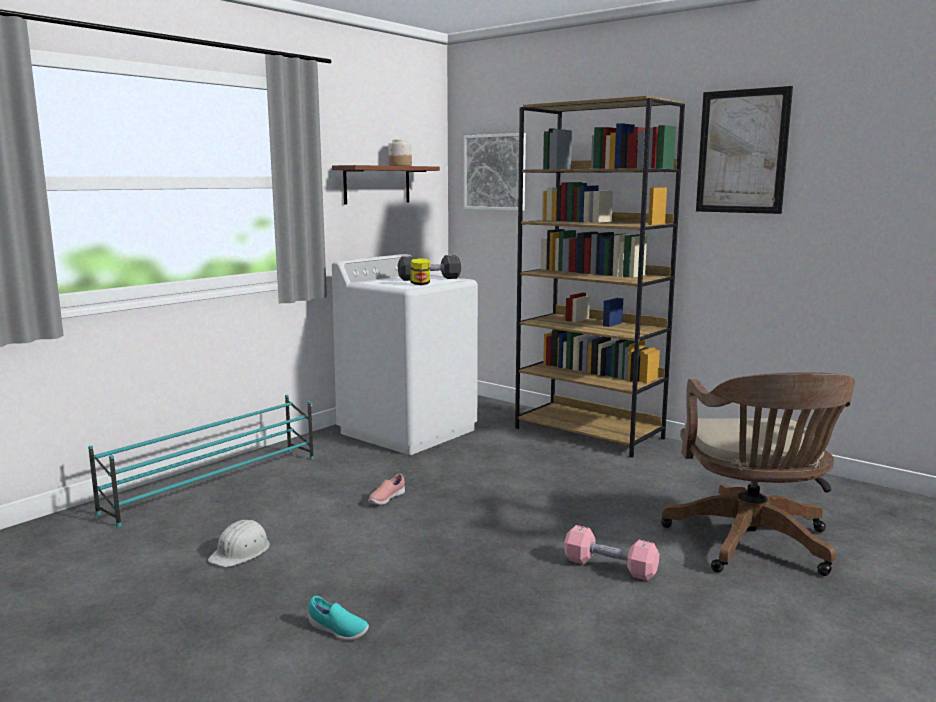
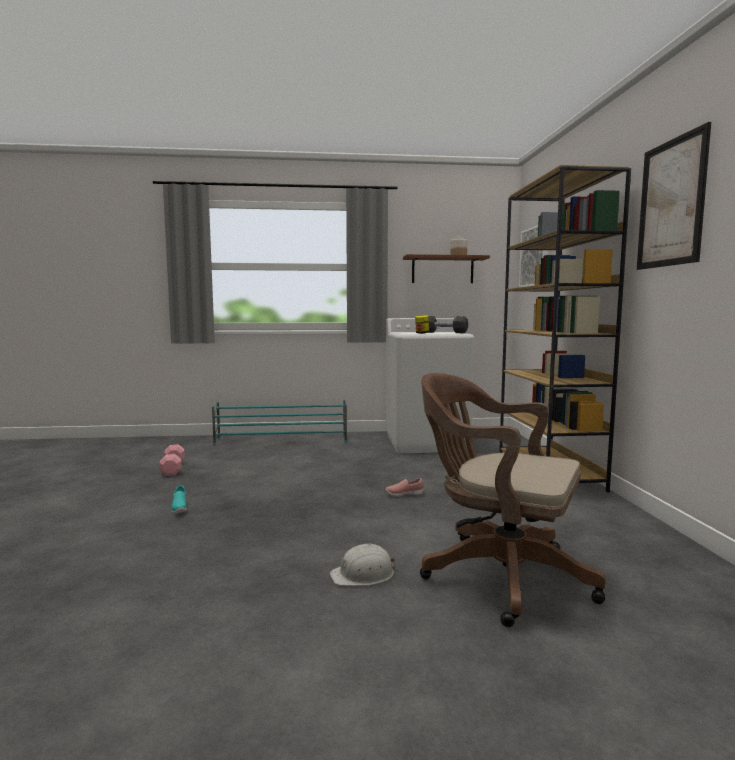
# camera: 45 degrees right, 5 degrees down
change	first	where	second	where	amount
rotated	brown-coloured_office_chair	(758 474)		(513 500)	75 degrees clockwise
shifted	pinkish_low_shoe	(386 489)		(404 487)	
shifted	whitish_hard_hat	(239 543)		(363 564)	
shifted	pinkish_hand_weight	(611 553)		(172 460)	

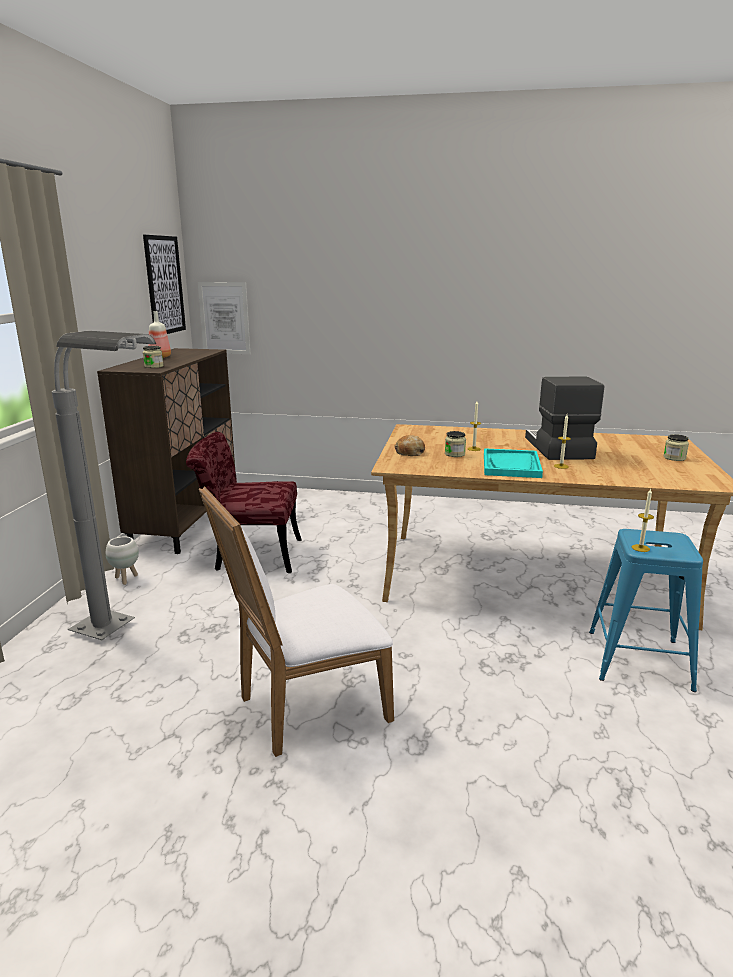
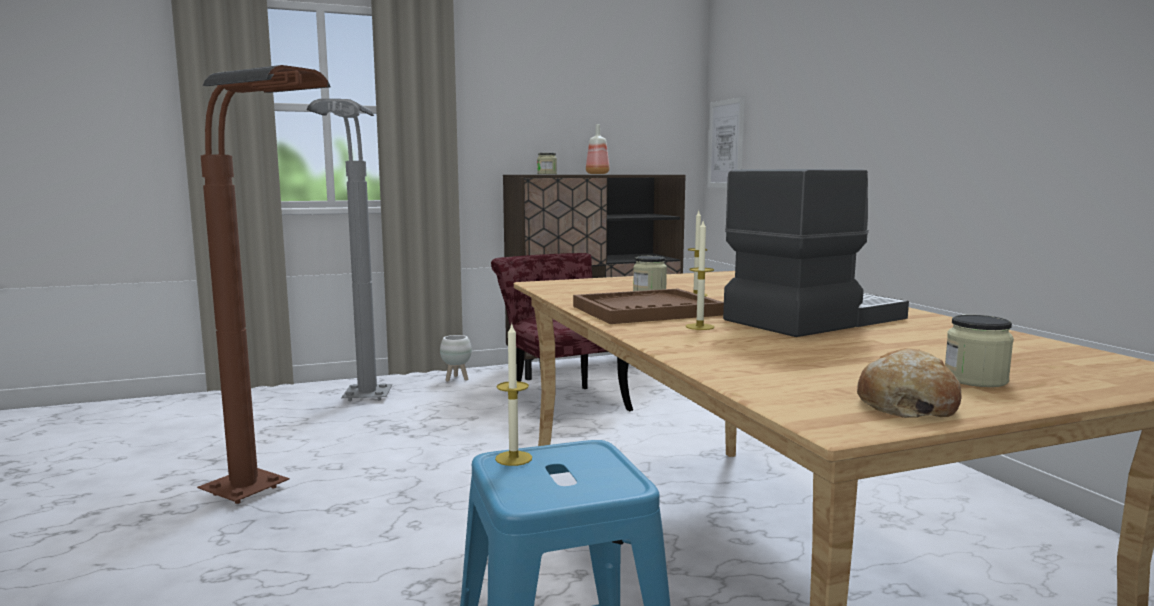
# camera: 60 degrees right, 10 degrees down
change	first	where	second	where	amount
gone	wall_art	(164 284)			
shifted	baked_bread	(409 445)		(909 383)	
repainted	turquoise-coloured_serving_tray	(513 463)	brown-coloured_serving_tray	(648 306)	
swapped	whitish_plain_chair	(296 621)	brown-coloured_standing_lamp	(264 284)	

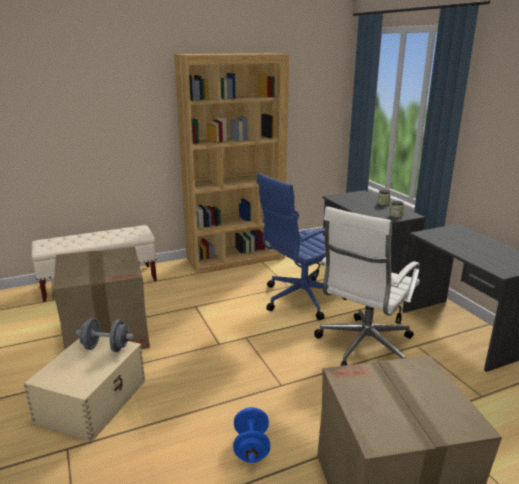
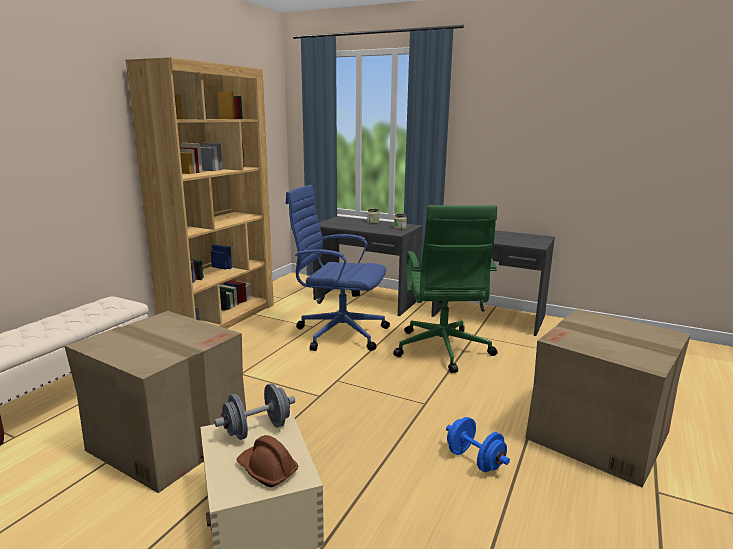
# camera: 40 degrees left, 5 degrees down
change	first	where	second	where	amount
rotated	blue-coloured_office_chair	(301 246)		(337 268)	90 degrees clockwise
repainted	whitish_office_chair	(367 286)	green-coloured_office_chair	(445 289)	
new			brown-coloured_hard_hat	(267 461)	

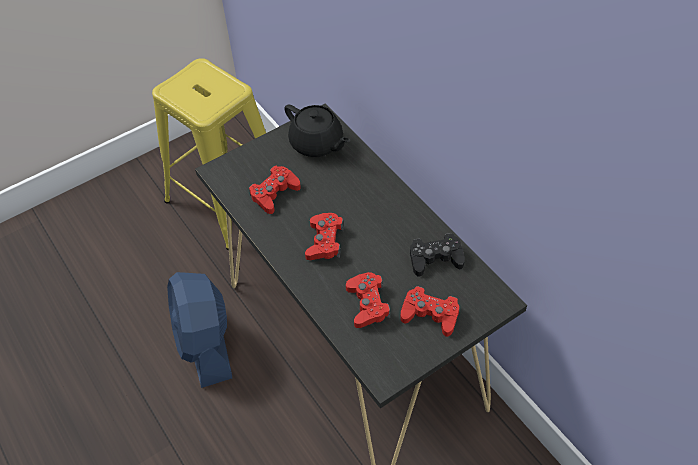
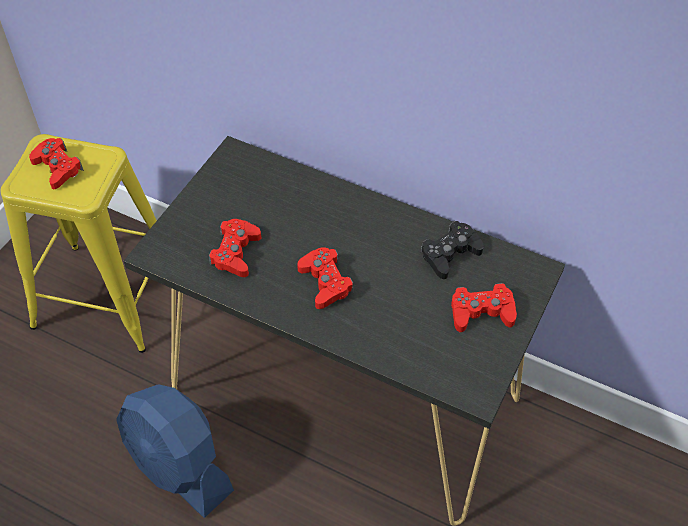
# camera: 30 degrees left, 0 degrees up
change	first	where	second	where	amount
gone	black-coloured_tea_pot	(317 130)			
shifted	red_gamepad	(368 300)		(56 163)	

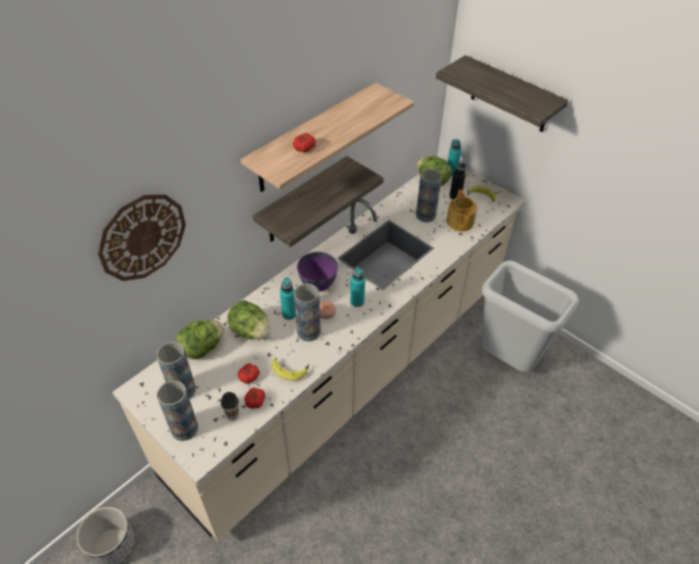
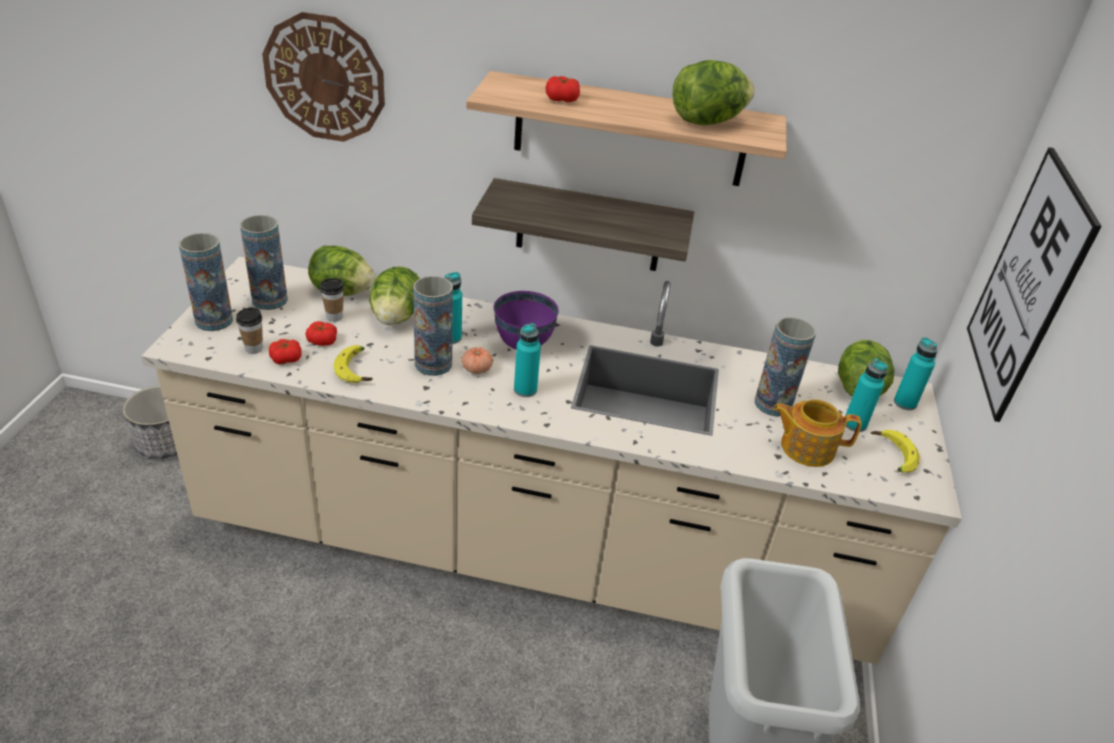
# camera: 55 degrees right, 10 degrees down
change	first	where	second	where	amount
swapped	wall_shelf	(502 93)	wall_art	(1034 284)	
repainted	black-coloured_drink_bottle	(458 181)	turquoise-coloured_drink_bottle	(866 395)	
rotated	tea_pot	(461 210)		(817 433)	135 degrees counterclockwise
new			lettuce	(713 92)	
new			small_cup	(332 300)	

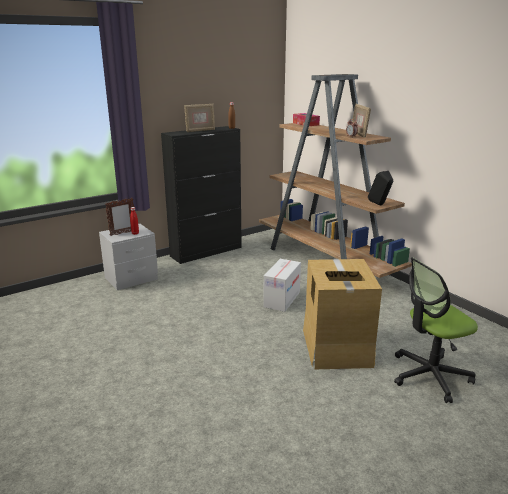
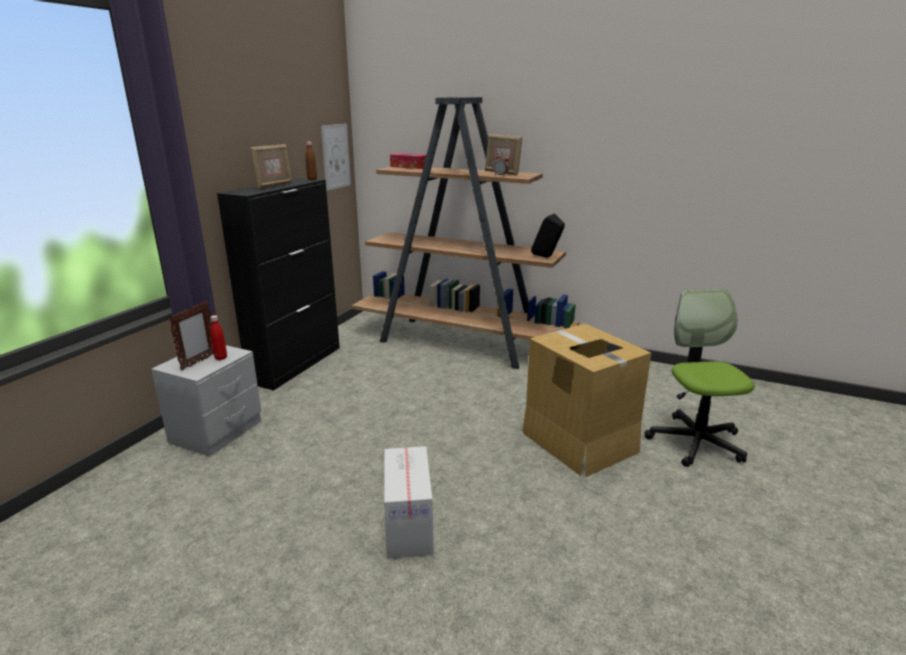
# camera: 30 degrees left, 0 degrees up
change	first	where	second	where	amount
rotated	office_chair	(436 330)		(699 378)	135 degrees clockwise
shifted	cardboard_box	(282 285)		(408 502)	
new			wall_art	(336 157)	

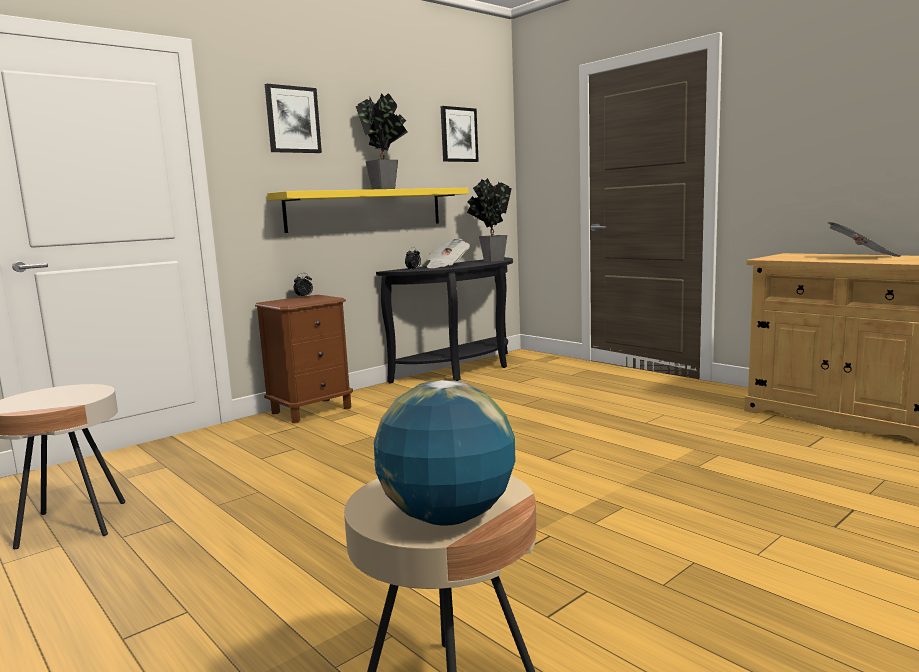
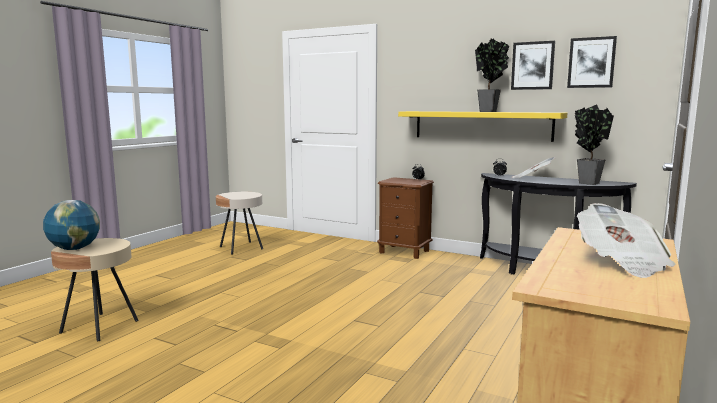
# camera: 70 degrees right, 0 degrees up
change	first	where	second	where	amount
shifted	wall_art	(293 118)		(533 65)	

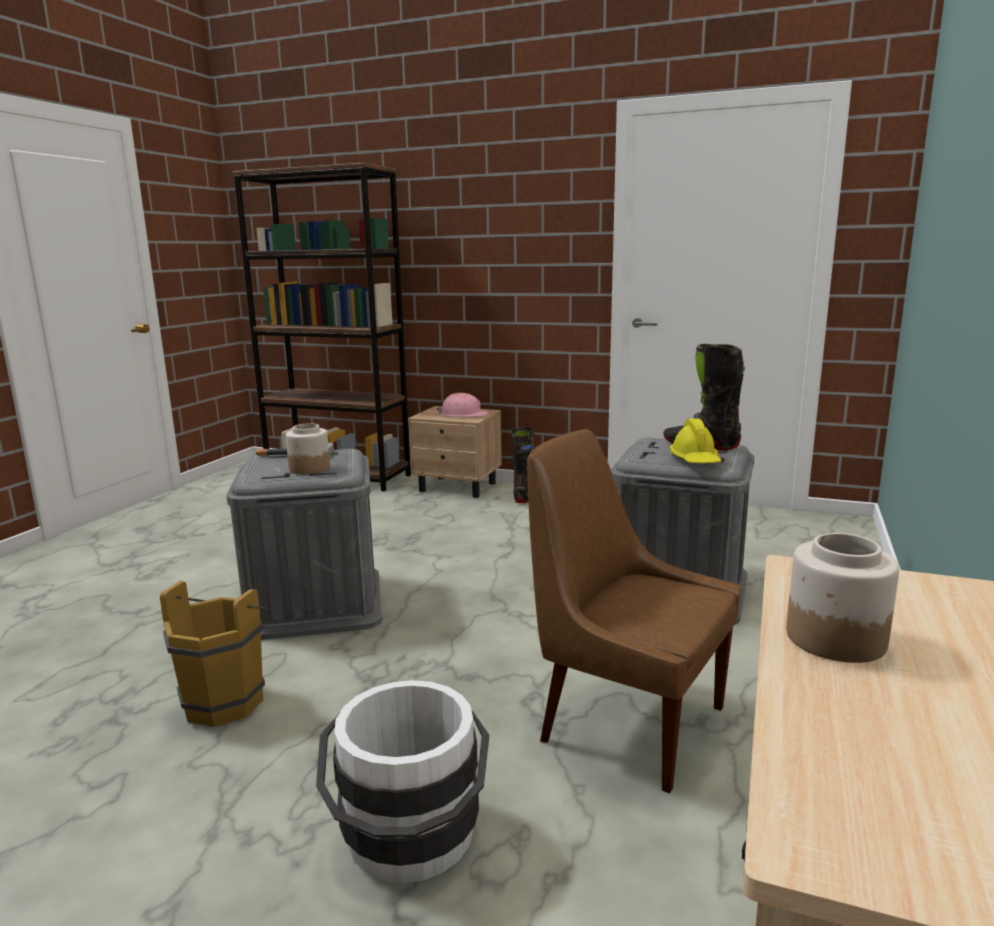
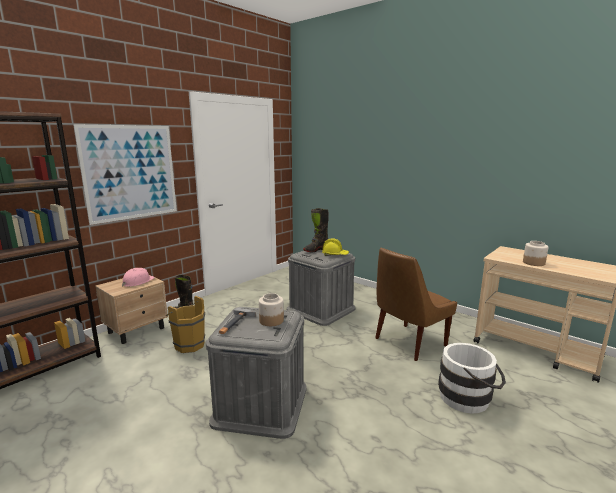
# camera: 70 degrees left, 0 degrees up
change	first	where	second	where	amount
shifted	brown-coloured_pail	(214 654)		(185 324)	
new			wall_art	(125 174)	

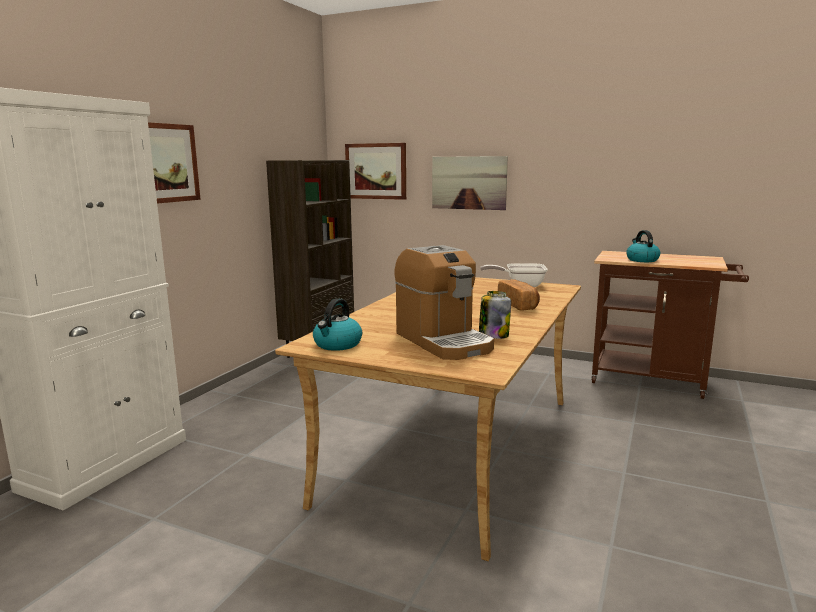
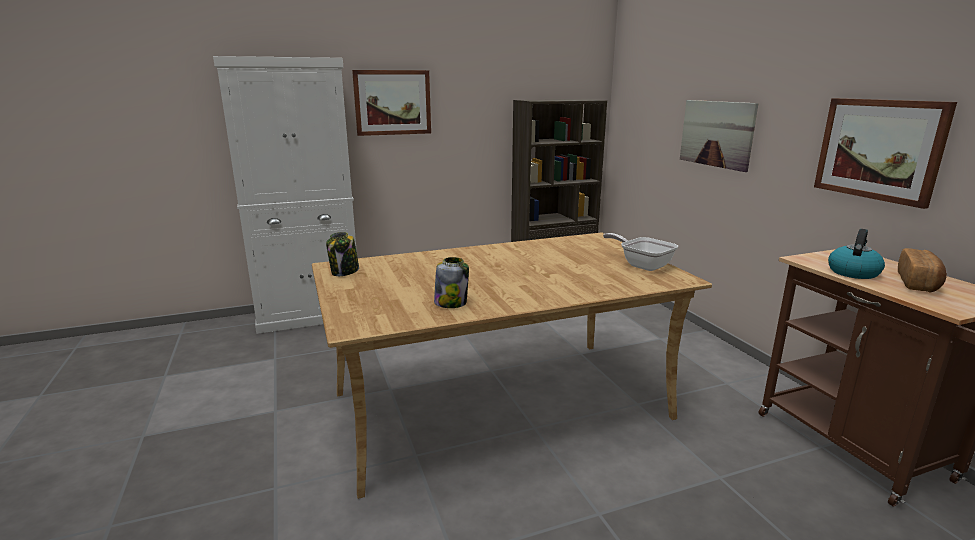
# camera: 45 degrees right, 5 degrees up
change	first	where	second	where	amount
shifted	wall_art	(375 171)		(885 153)	
gone	coffee_maker	(444 302)			
shifted	baked_bread	(519 295)		(922 270)	
swapped	water_kettle	(337 324)	jar	(342 254)	

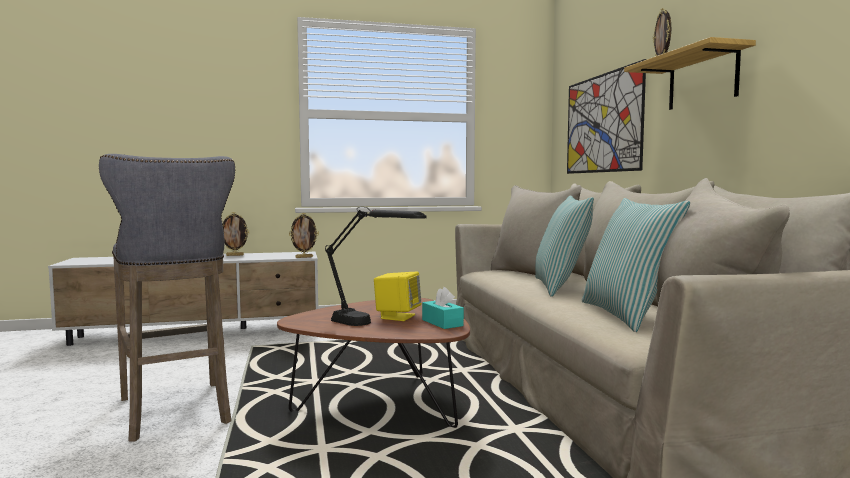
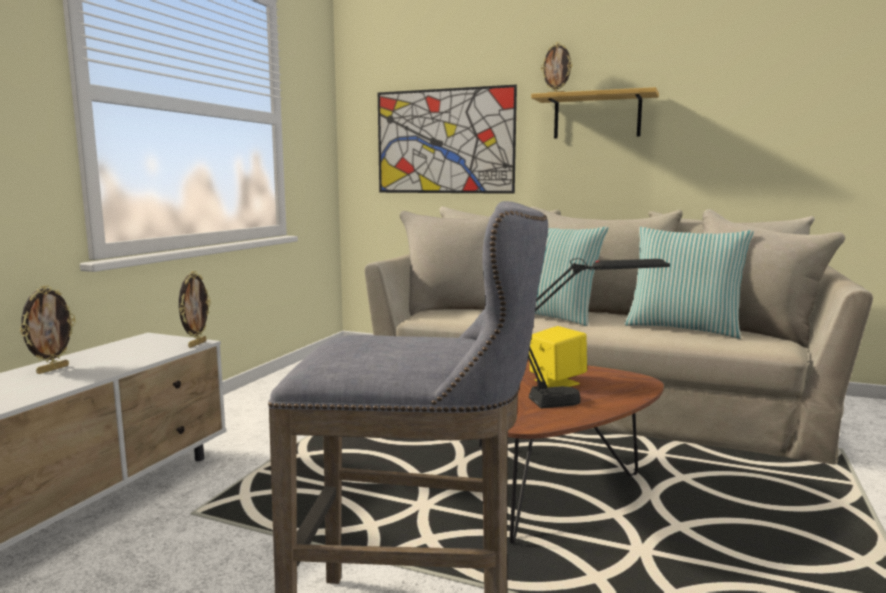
# camera: 55 degrees left, 5 degrees up
change	first	where	second	where	amount
gone	turquoise-coloured_tissue_box	(443 308)			

